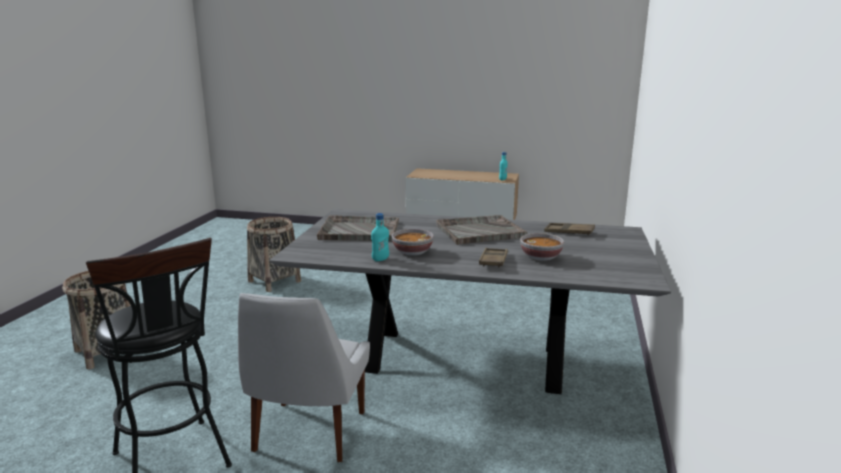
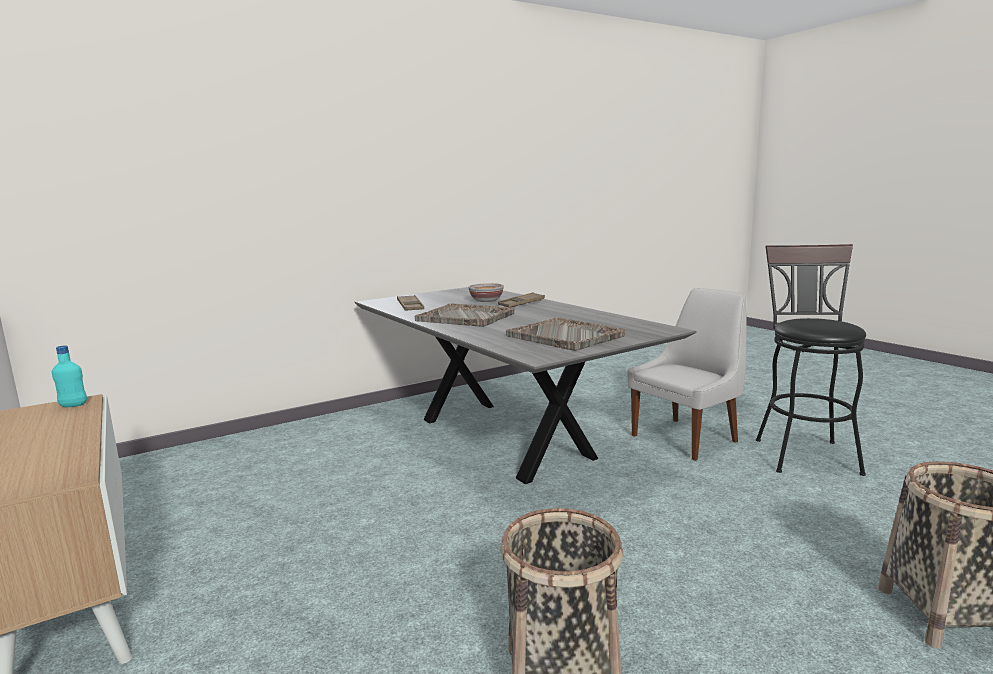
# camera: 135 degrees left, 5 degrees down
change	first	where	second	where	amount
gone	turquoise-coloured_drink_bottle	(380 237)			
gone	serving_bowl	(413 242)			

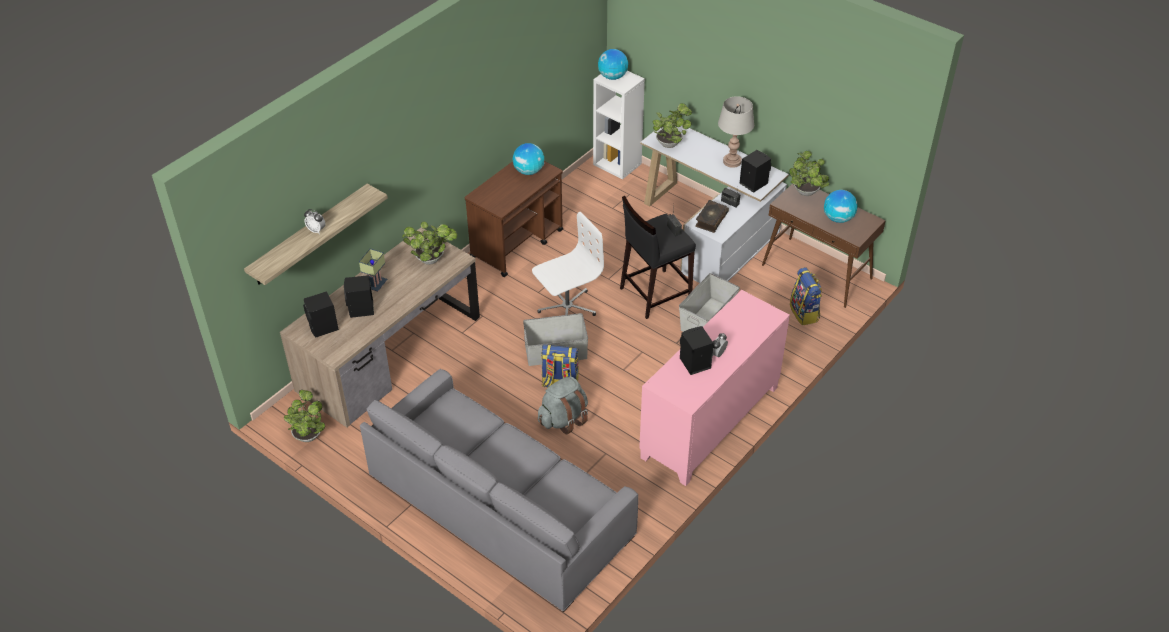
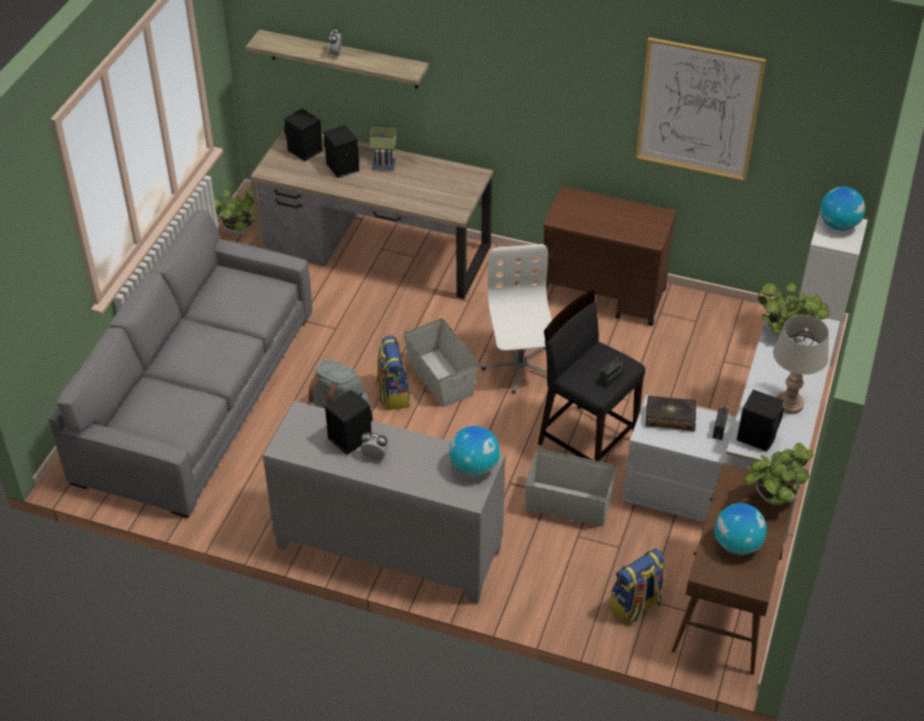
# camera: 70 degrees right, 0 degrees up
change	first	where	second	where	amount
shifted	world_globe	(528 159)		(475 451)	
rotated	whitish_office_chair	(568 264)		(516 319)	135 degrees counterclockwise
gone	plant_in_a_pot	(430 243)			
repainted	pinkish_storage_cabinet	(714 388)	grey_storage_cabinet	(384 502)	
new			wall_art	(701 109)	

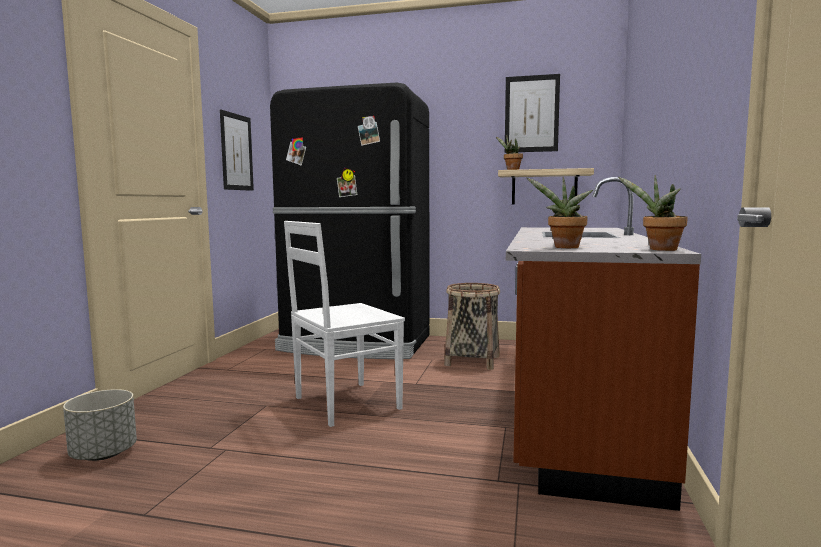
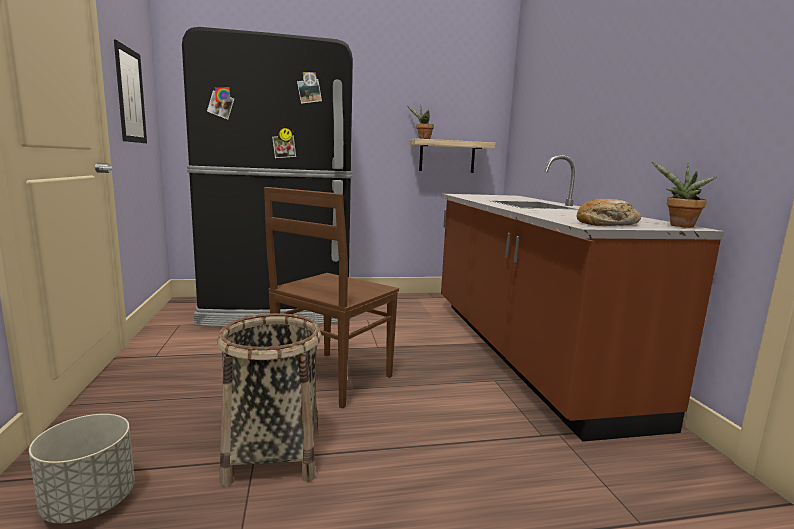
# camera: 25 degrees left, 5 degrees up
change	first	where	second	where	amount
gone	wall_art	(532 113)			
swapped	plant_in_a_pot	(560 212)	baked_bread	(609 212)	
repainted	whitish_plain_chair	(344 324)	brown-coloured_plain_chair	(331 298)	
shifted	storage_basket	(472 326)		(269 399)	

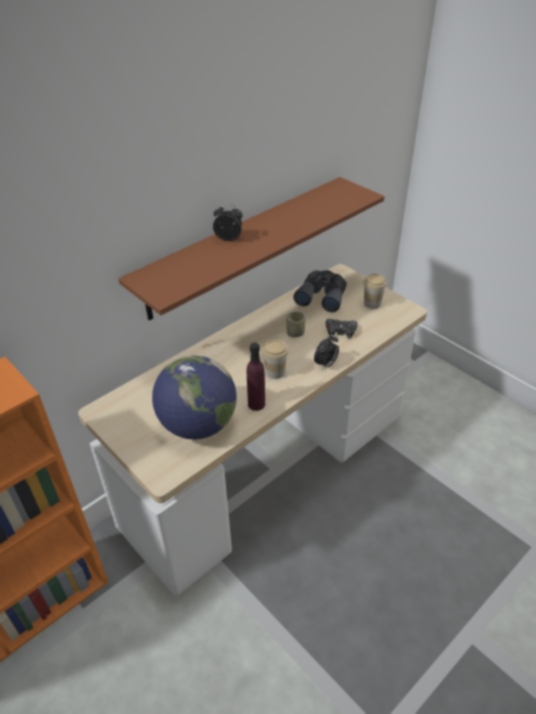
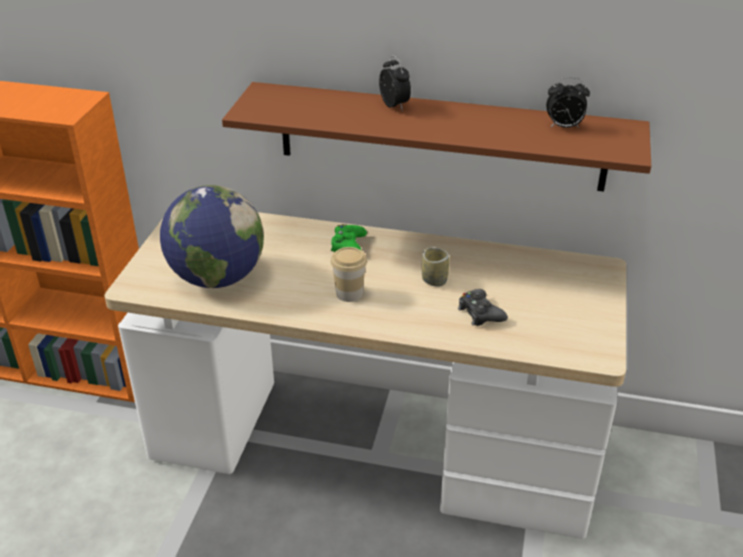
# camera: 55 degrees right, 5 degrees down
change	first	where	second	where	amount
gone	grey_binoculars	(320 291)			
gone	small_cup	(375 291)			
shifted	table_clock	(326 351)		(568 102)	
gone	purple_drink_bottle	(256 377)			
new			green-coloured_gamepad	(349 238)	

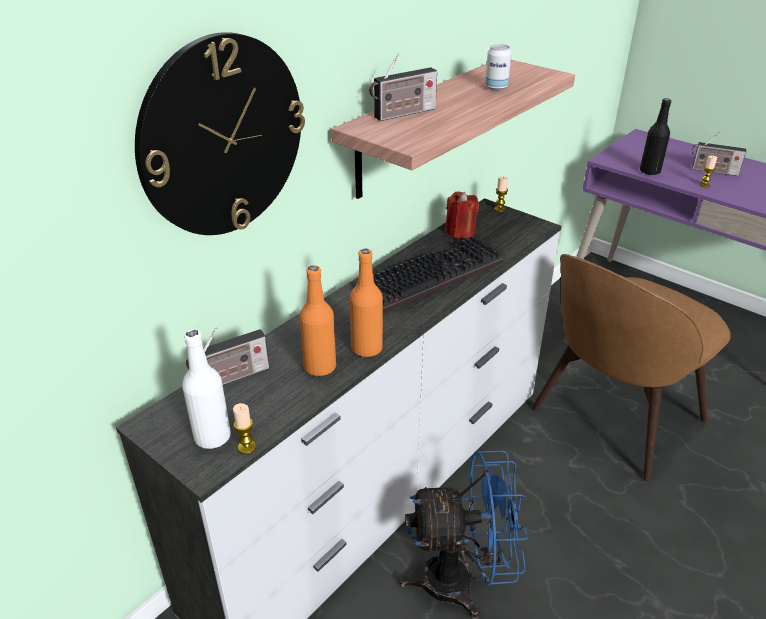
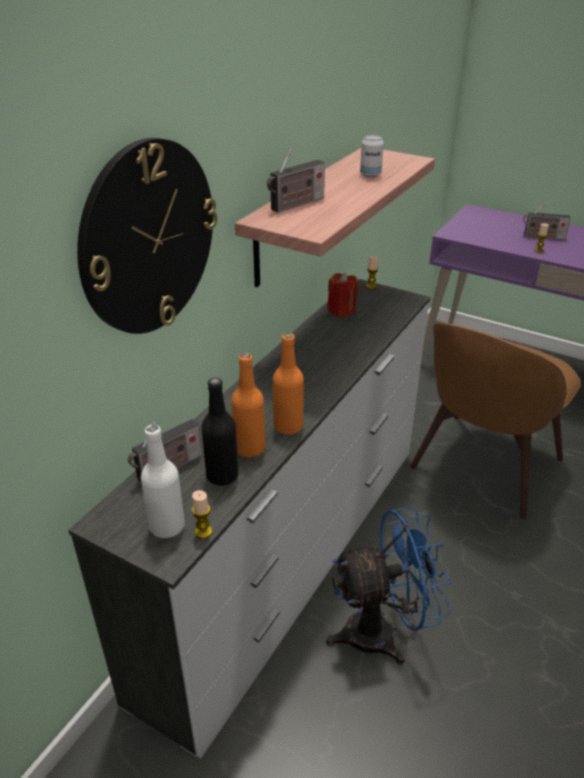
# camera: 10 degrees left, 0 degrees up
change	first	where	second	where	amount
shifted	black-coloured_drink_bottle	(655 136)		(220 431)	
gone	keyboard	(438 274)			

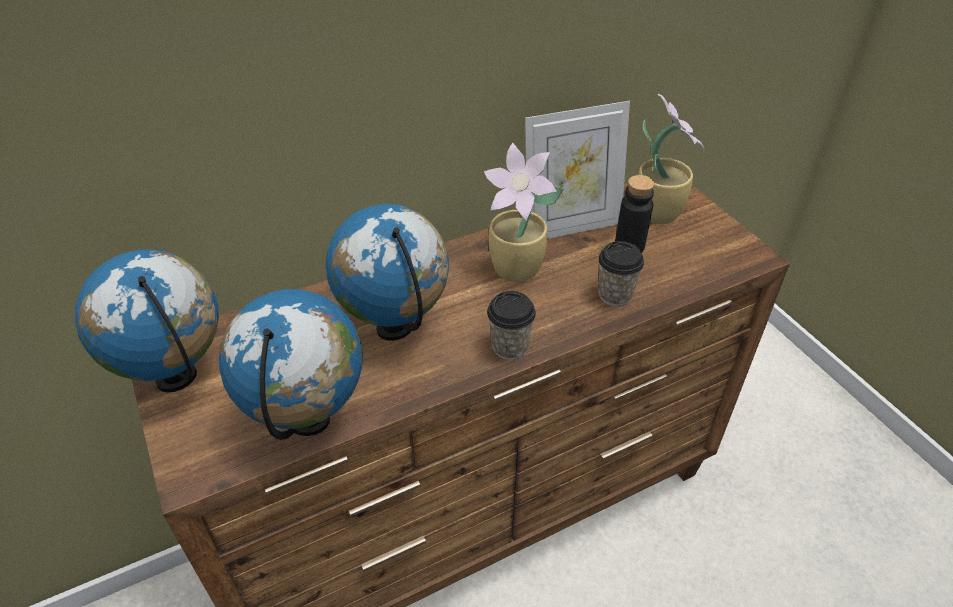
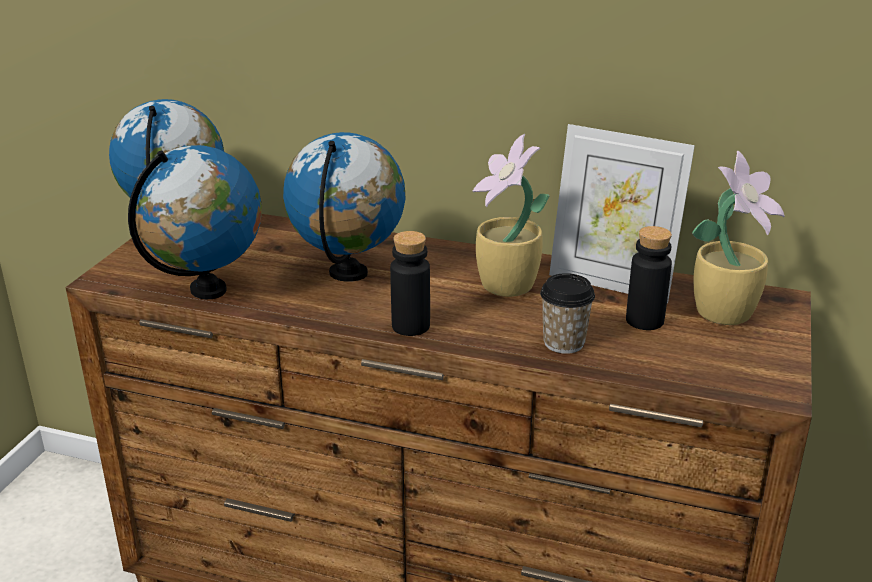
# camera: 45 degrees right, 15 degrees down
change	first	where	second	where	amount
swapped	small_cup	(511 325)	black-coloured_drink_bottle	(410 283)	

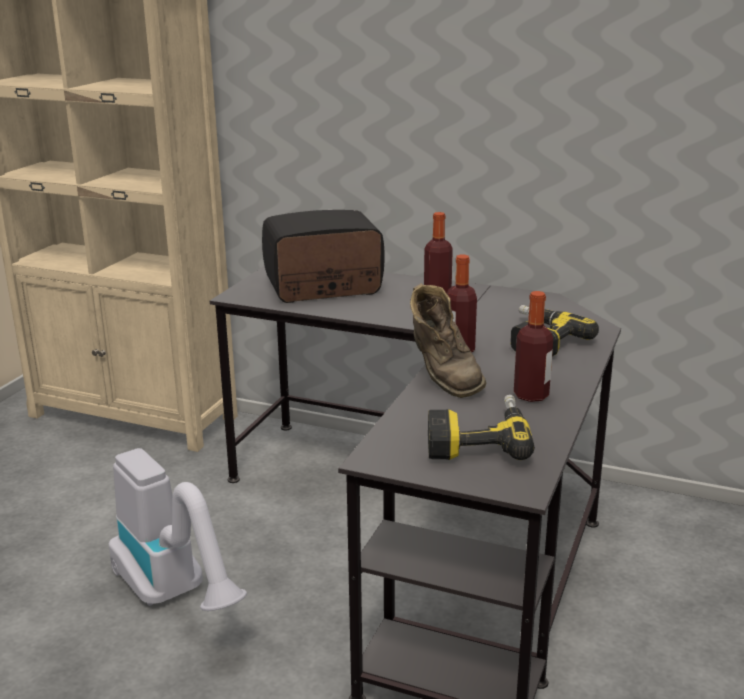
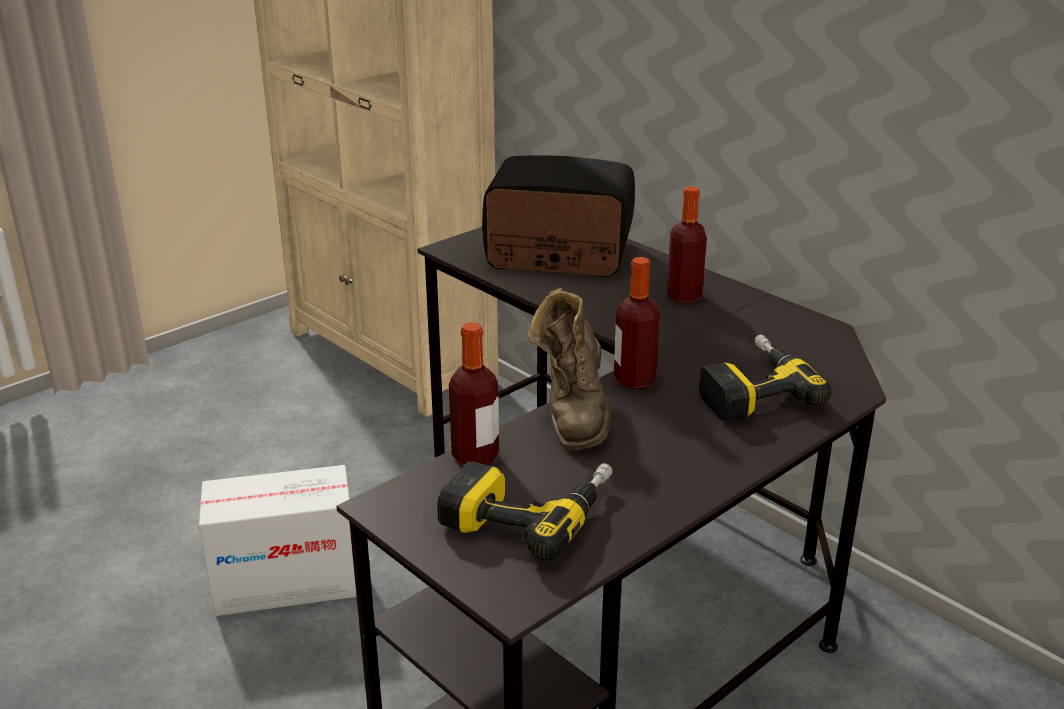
# camera: 25 degrees right, 5 degrees up
change	first	where	second	where	amount
shifted	drink_bottle	(533 346)		(474 394)	
swapped	vacuum_cleaner	(178 529)	cardboard_box	(278 540)	

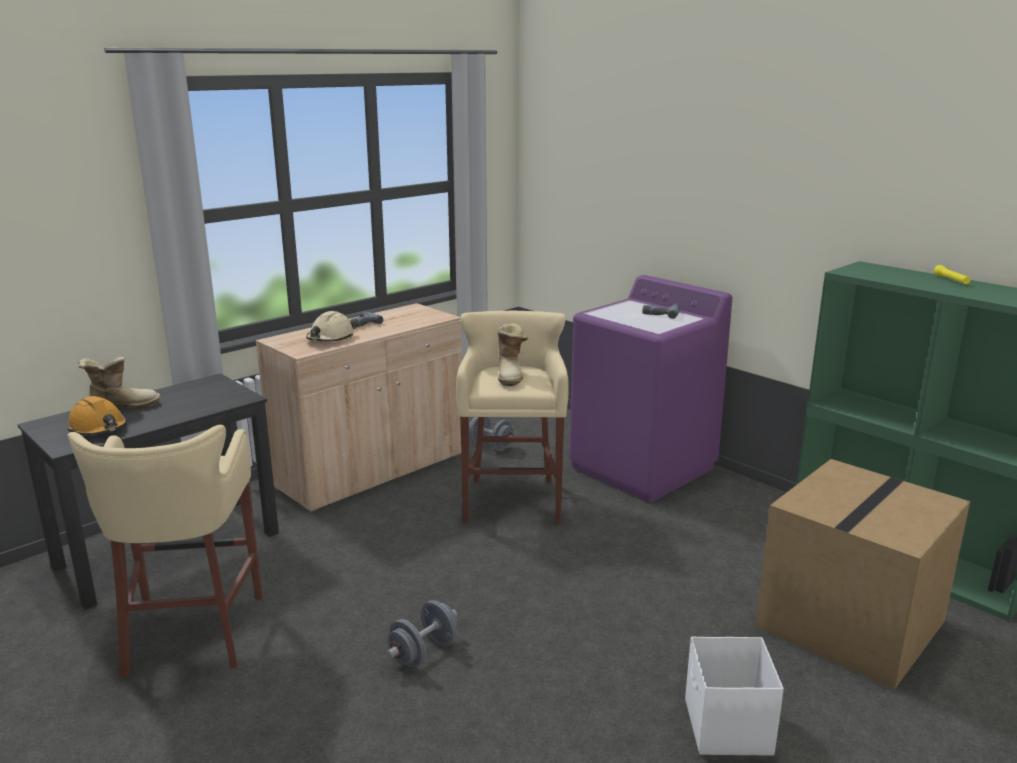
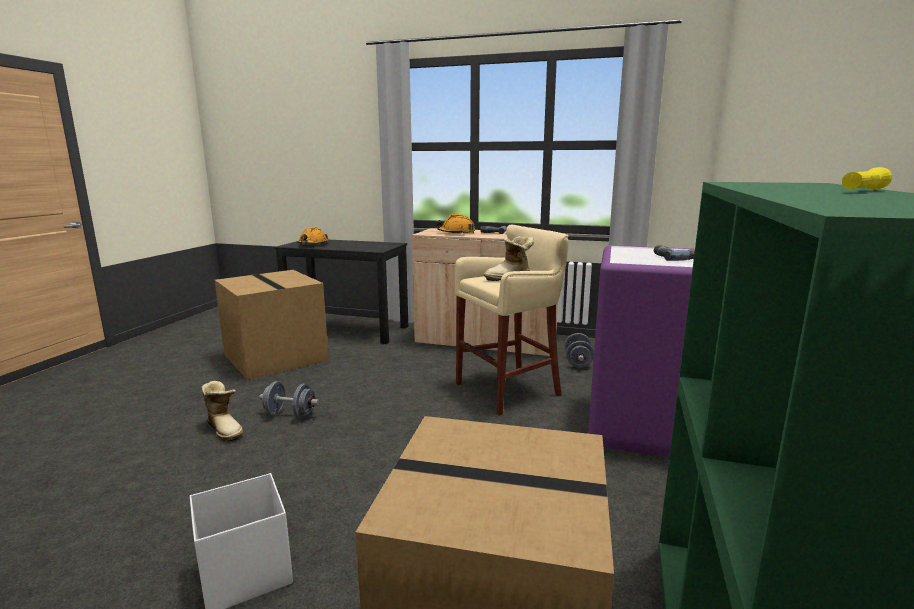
# camera: 60 degrees right, 5 degrees down
change	first	where	second	where	amount
repainted	beige-coloured_hard_hat	(330 326)	orange-coloured_hard_hat	(455 224)	
shifted	tall_boot	(119 383)		(222 411)	
swapped	beige-coloured_sitting_stool	(164 551)	cardboard_box	(272 325)	

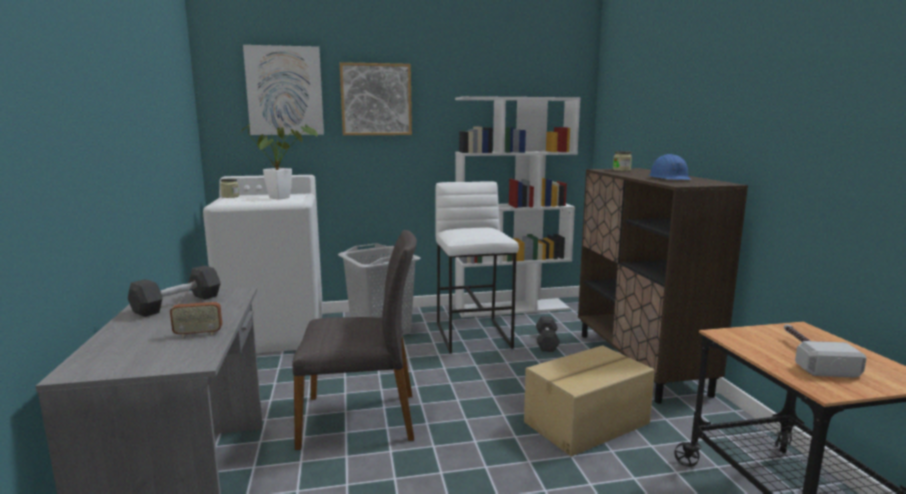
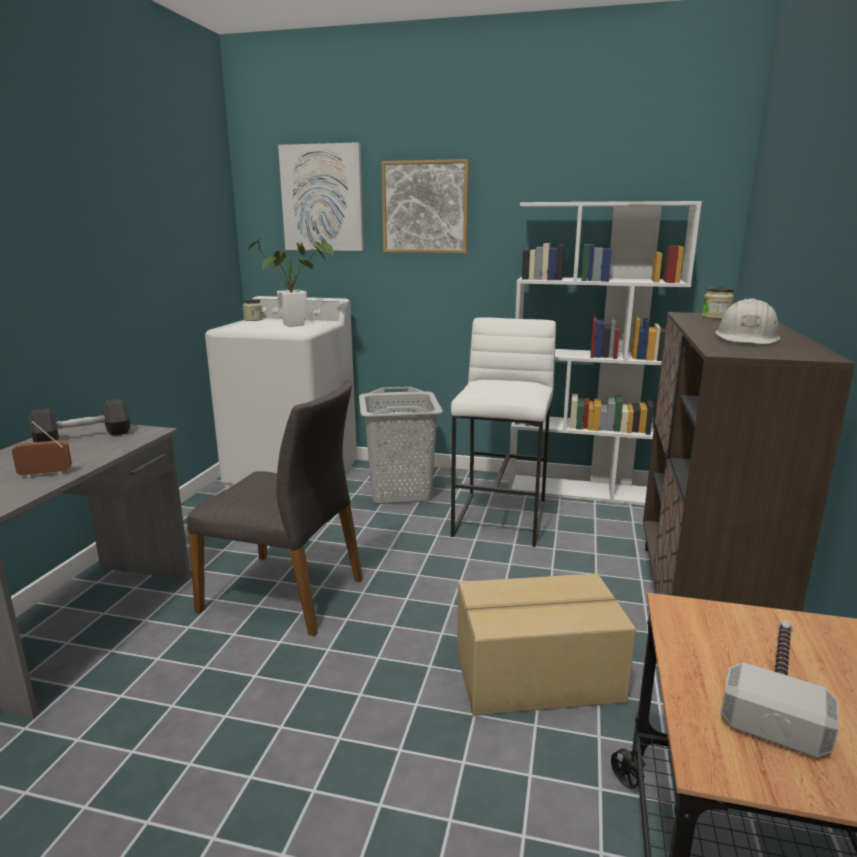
# camera: 25 degrees right, 5 degrees up
change	first	where	second	where	amount
repainted	blue-coloured_hard_hat	(669 167)	whitish_hard_hat	(747 321)	
rotated	radio	(196 308)		(42 449)	150 degrees clockwise
gone	grey_hand_weight	(548 334)			

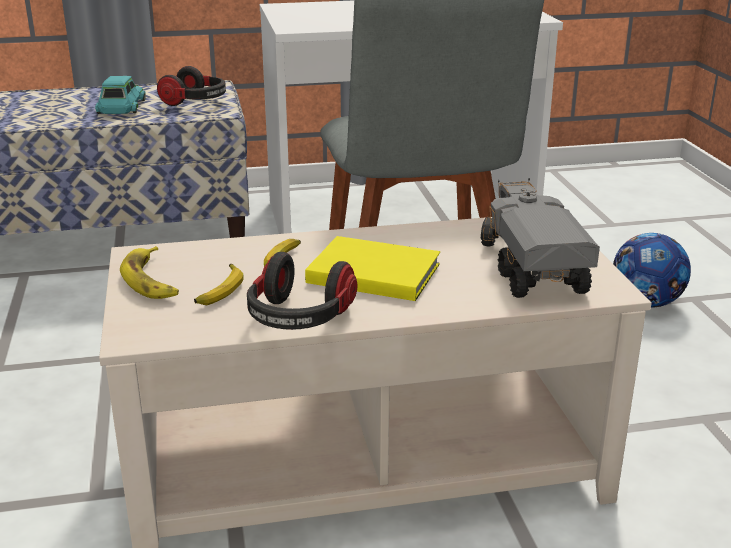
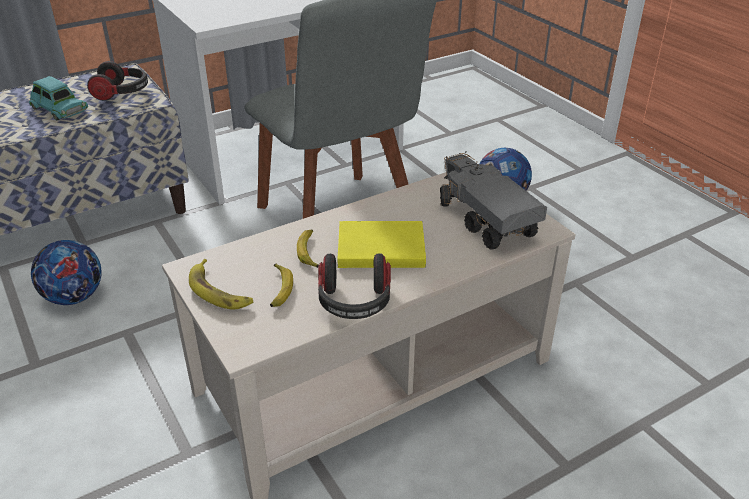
# camera: 20 degrees left, 10 degrees up
change	first	where	second	where	amount
rotated	turquoise-coloured_toy_car	(120 95)		(58 98)	150 degrees clockwise
new			ball_for_football	(66 272)	

